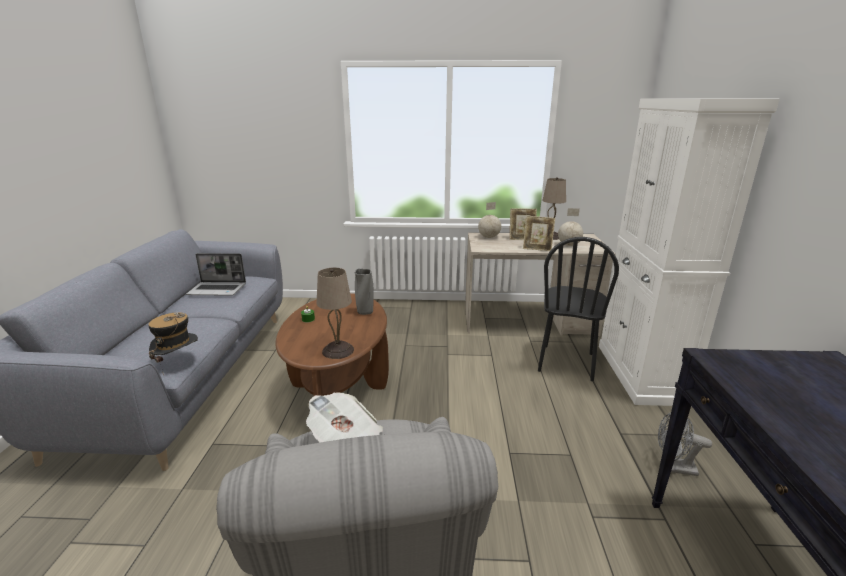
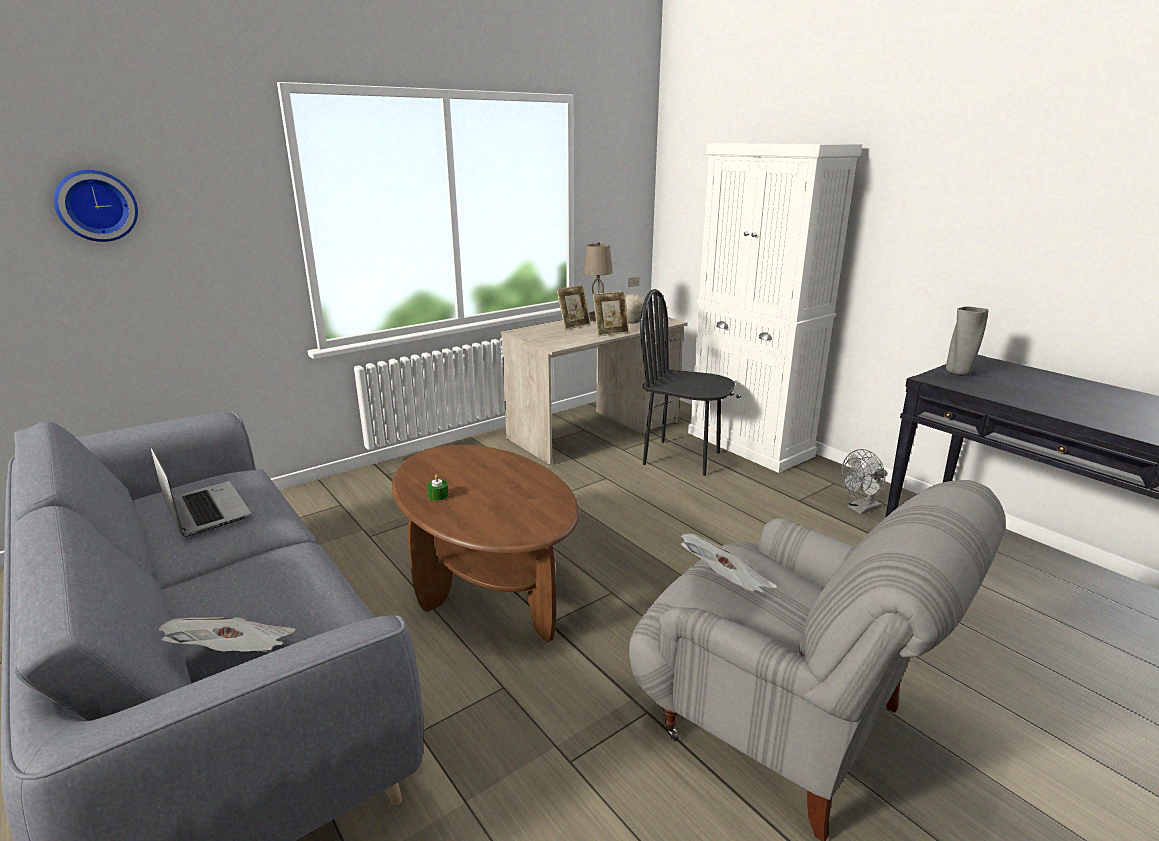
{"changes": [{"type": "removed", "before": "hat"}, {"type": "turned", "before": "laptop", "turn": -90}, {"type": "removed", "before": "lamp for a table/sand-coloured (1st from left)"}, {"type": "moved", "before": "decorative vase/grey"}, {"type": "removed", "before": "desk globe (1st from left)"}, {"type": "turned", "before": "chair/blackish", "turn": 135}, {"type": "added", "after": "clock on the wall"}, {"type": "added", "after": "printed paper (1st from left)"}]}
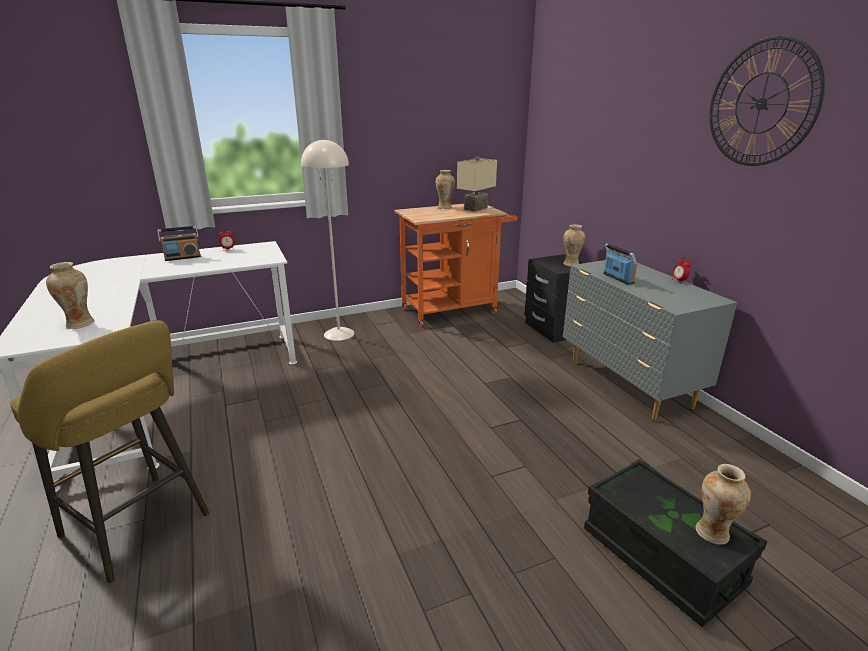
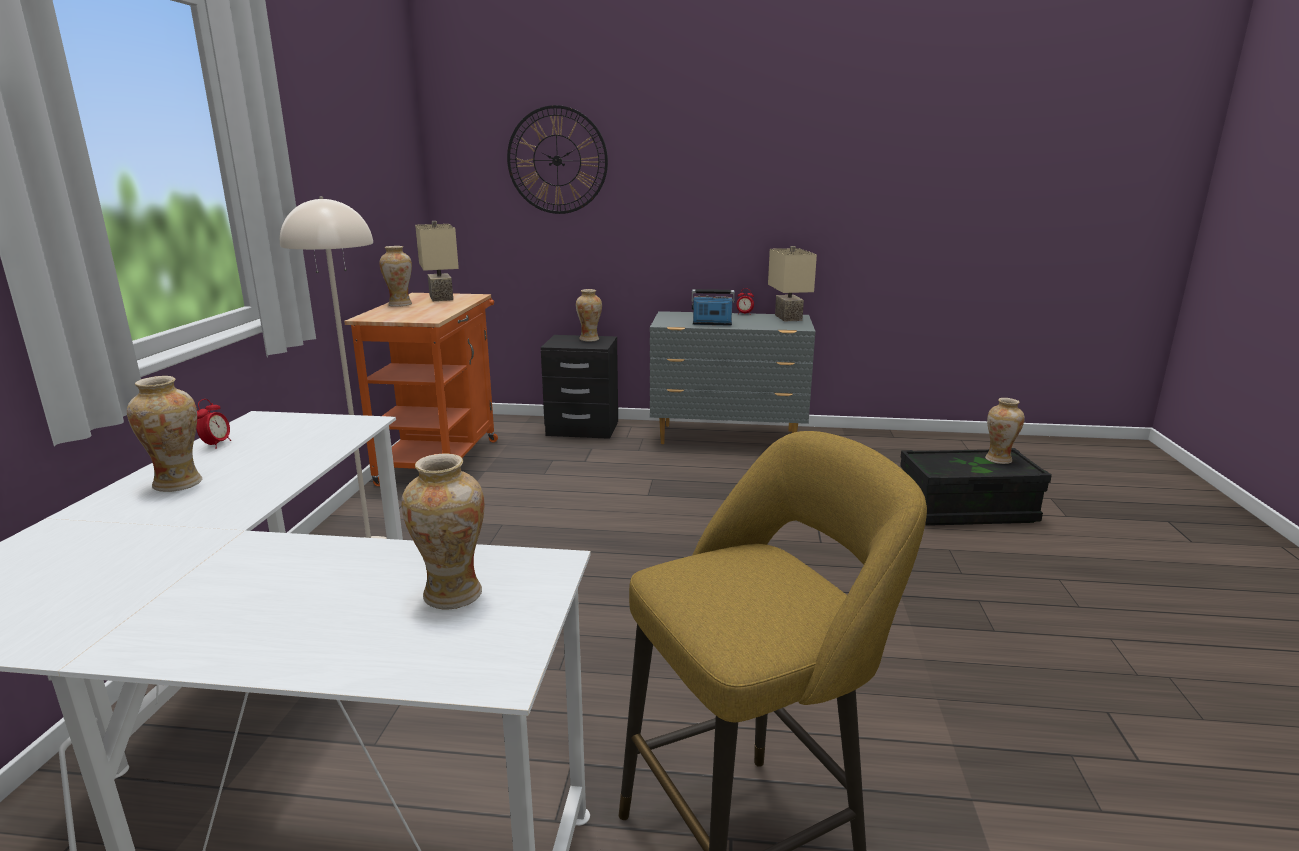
{"changes": [{"type": "replaced", "before": "radio receiver (1st from left)", "after": "decorative vase (1st from left)"}, {"type": "moved", "before": "clock on the wall"}, {"type": "added", "after": "lamp for a table/sand-coloured (2nd from left)"}]}
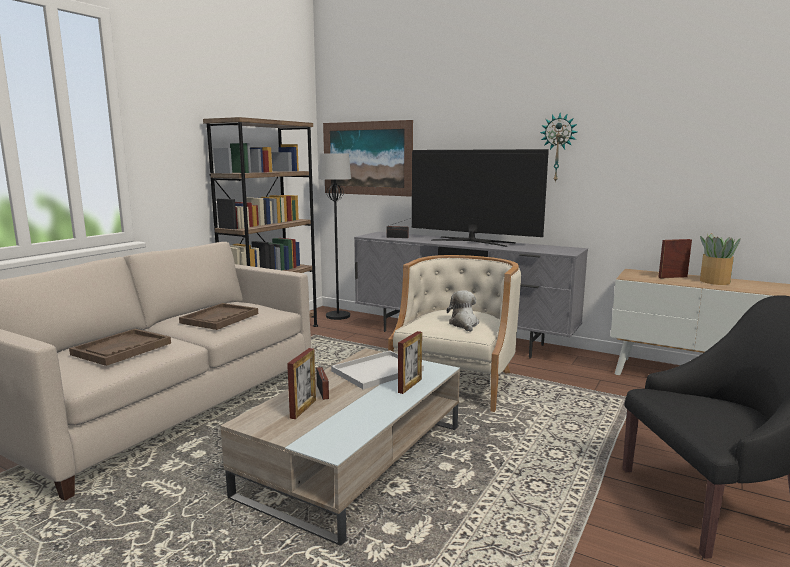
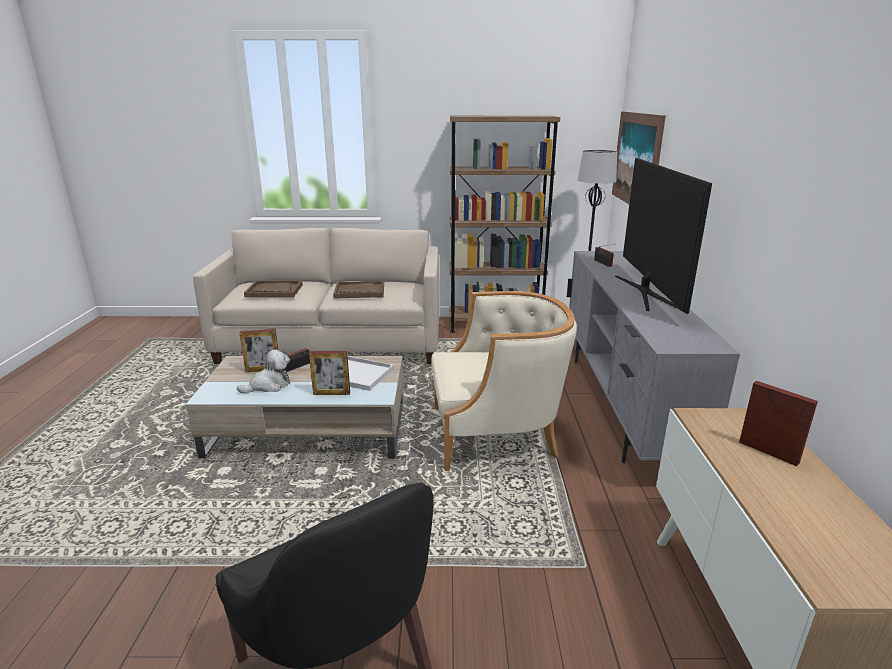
{"changes": [{"type": "moved", "before": "cuddly toy"}, {"type": "removed", "before": "clock on the wall"}, {"type": "removed", "before": "plant in a pot"}]}
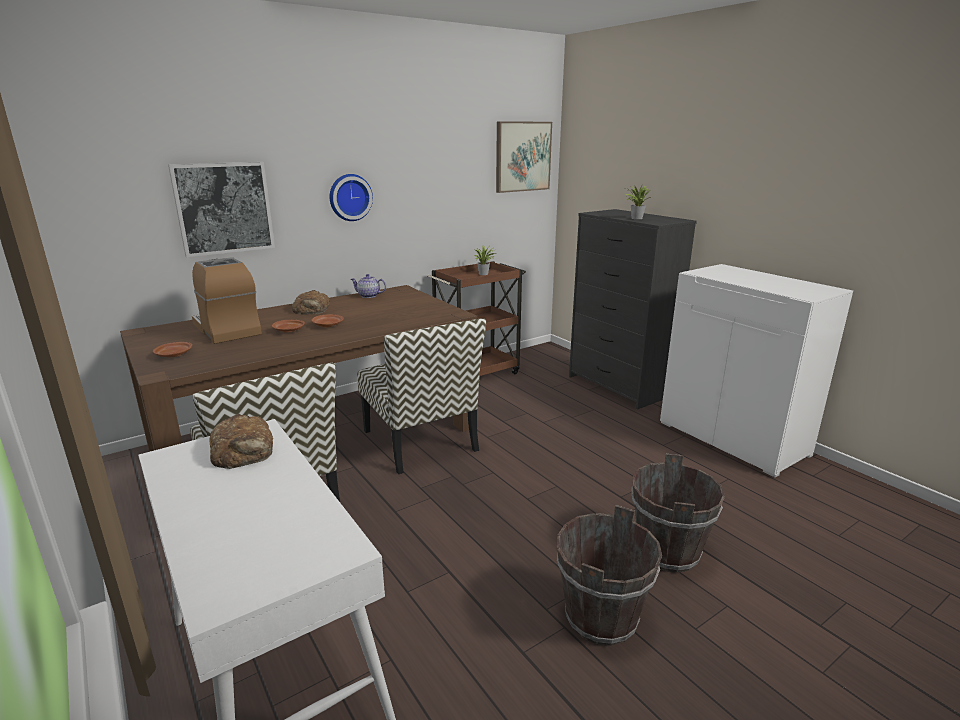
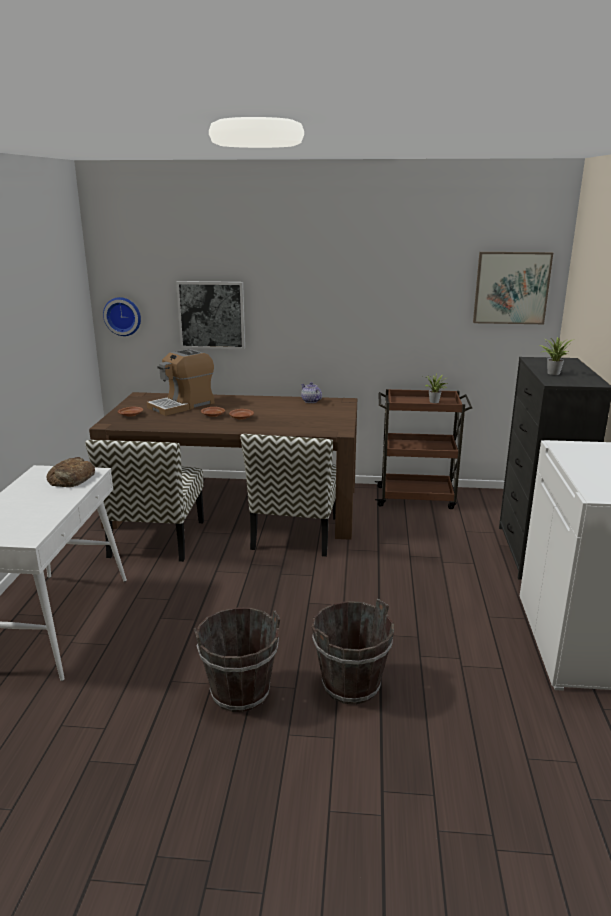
{"changes": [{"type": "turned", "before": "coffee machine", "turn": -135}, {"type": "removed", "before": "bakery bread (2nd from left)"}, {"type": "moved", "before": "clock on the wall"}]}
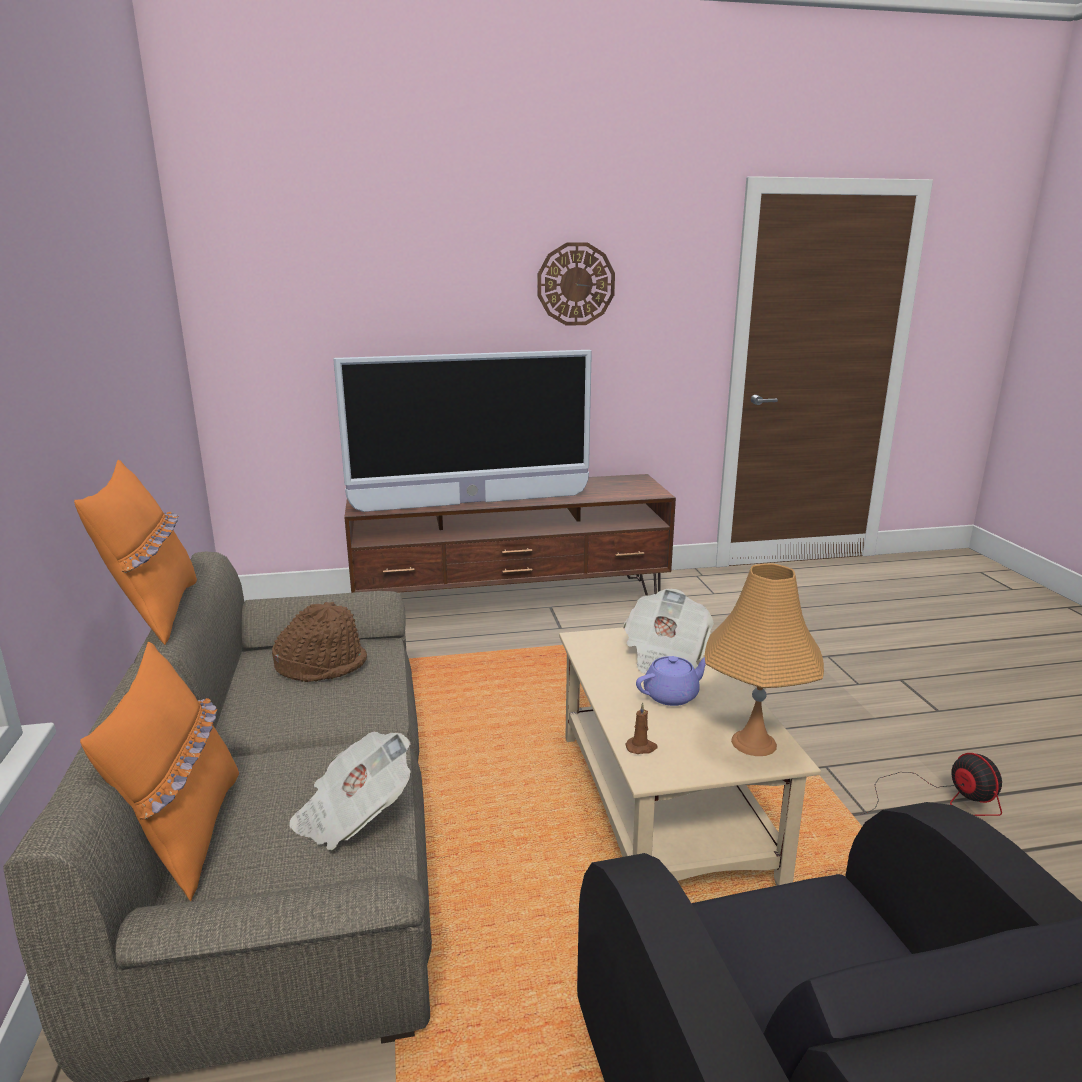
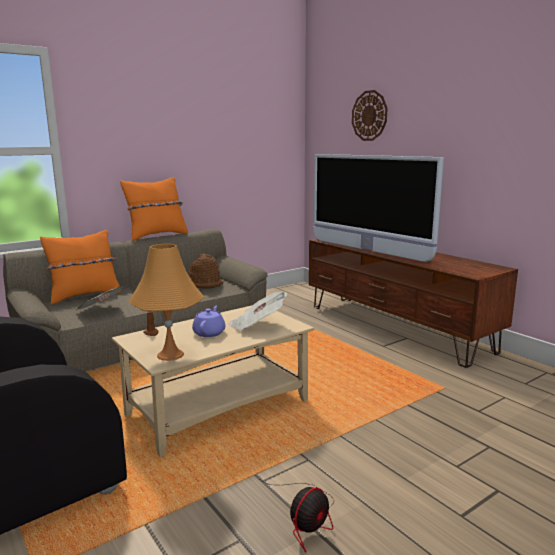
{"changes": [{"type": "moved", "before": "clock on the wall"}, {"type": "turned", "before": "pot for tea/purple-coloured", "turn": -120}]}
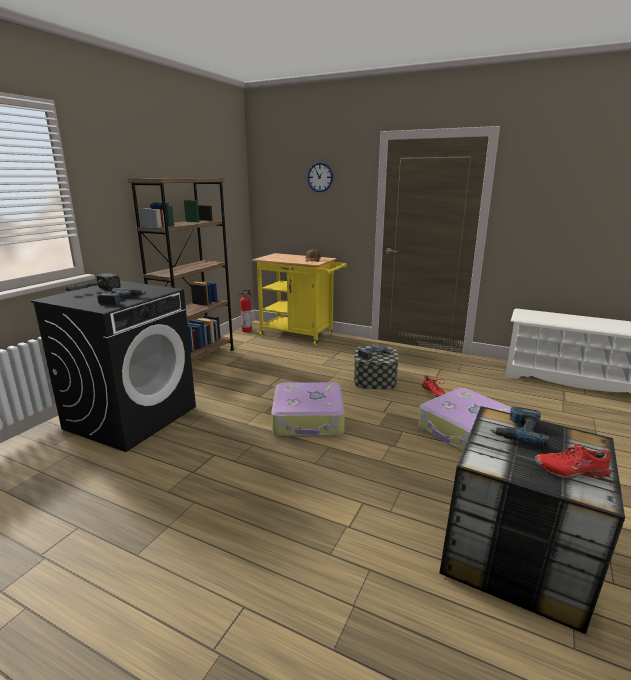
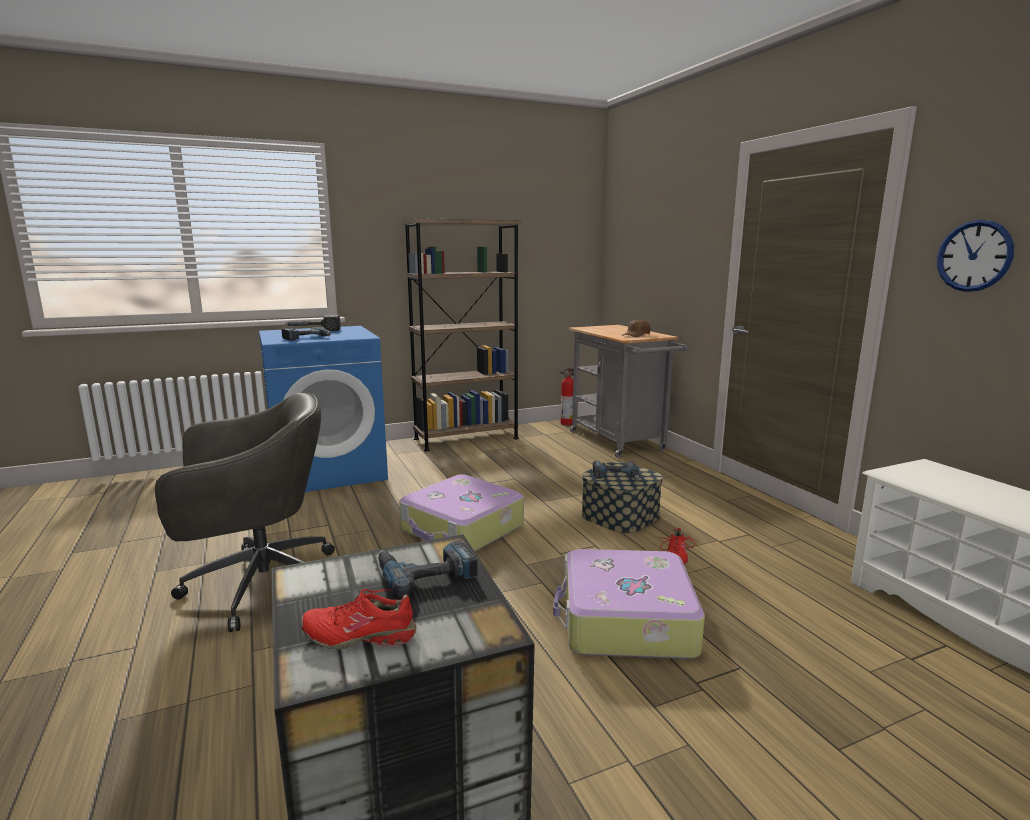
{"changes": [{"type": "recoloured", "before": "laundry machine/blackish", "after": "laundry machine/blue"}, {"type": "recoloured", "before": "cart/yellow", "after": "cart/grey"}, {"type": "moved", "before": "clock on the wall"}, {"type": "turned", "before": "item of footwear/red (2nd from left in the first image)", "turn": -45}, {"type": "added", "after": "office chair/grey"}]}
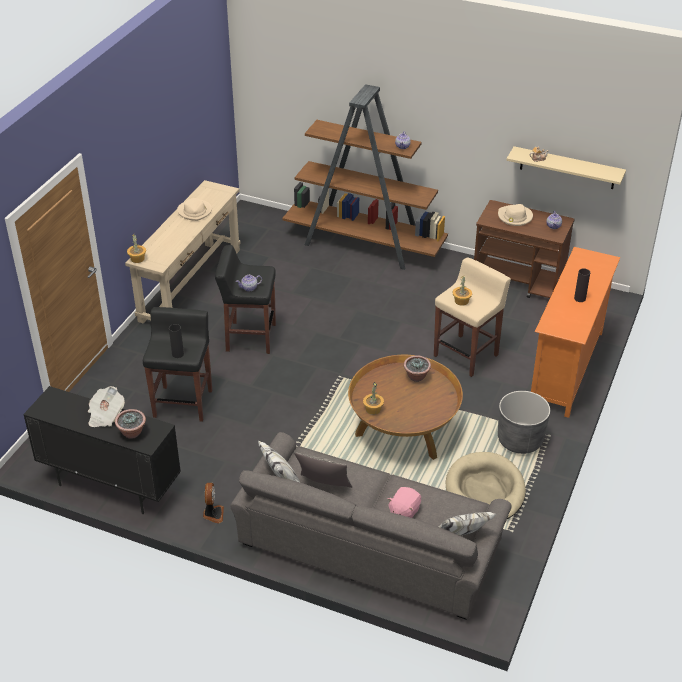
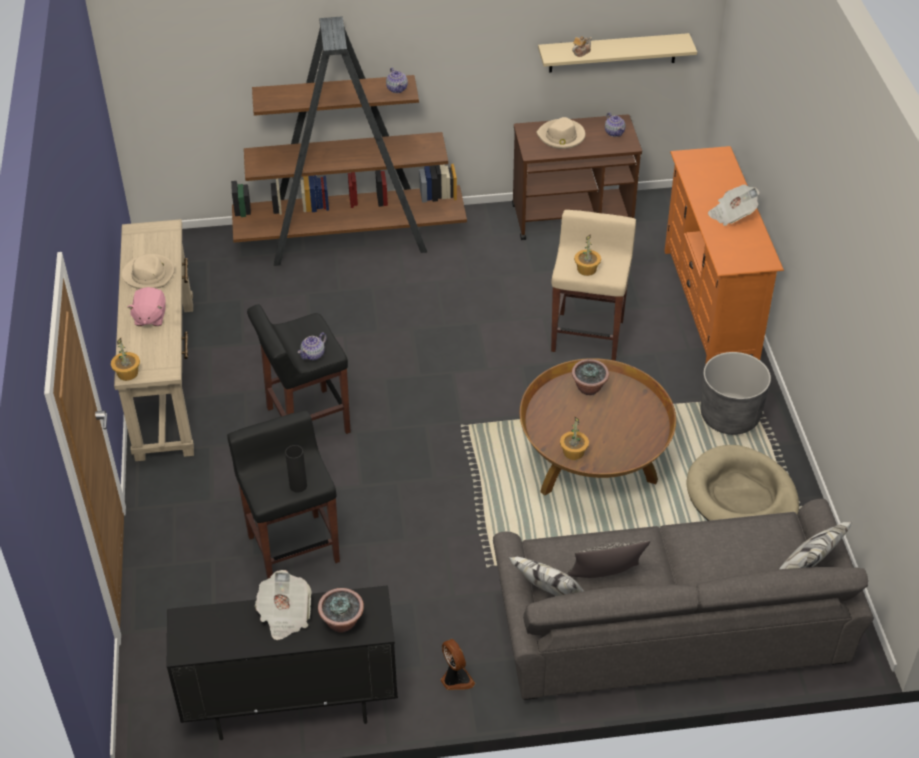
{"changes": [{"type": "moved", "before": "cuddly toy/pink-coloured"}, {"type": "replaced", "before": "decorative vase/blackish (2nd from left)", "after": "printed paper (2nd from left)"}]}
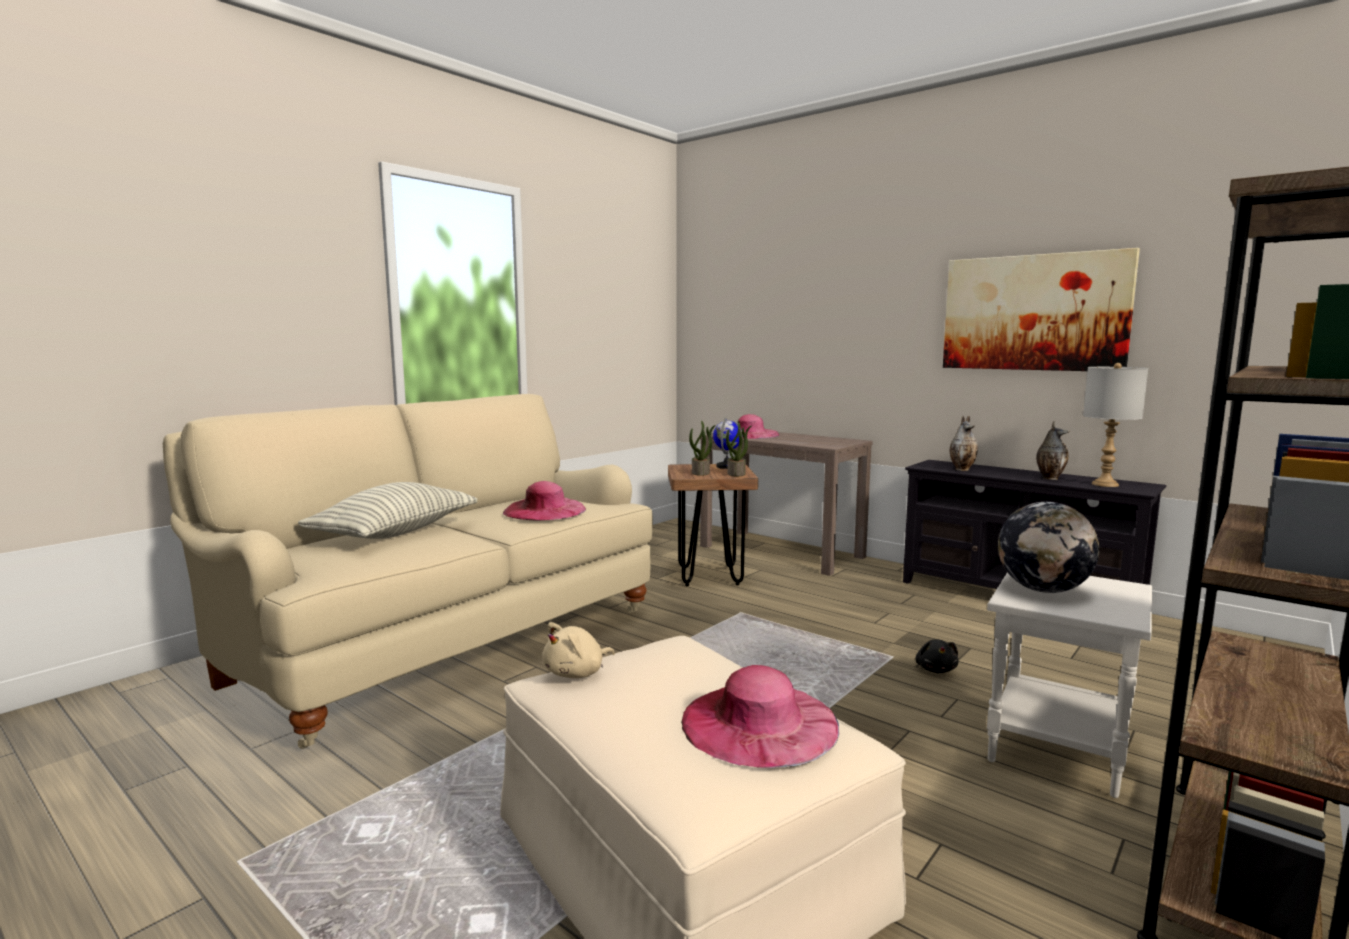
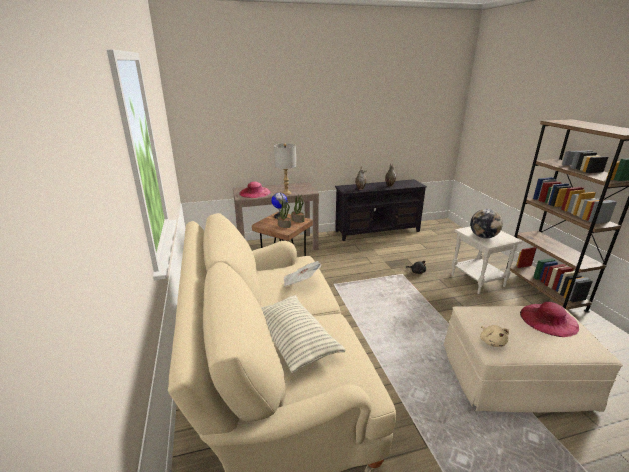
{"changes": [{"type": "replaced", "before": "hat/pink-coloured (1st from left)", "after": "printed paper"}, {"type": "removed", "before": "wall picture"}, {"type": "moved", "before": "lamp for a table/grey"}]}
